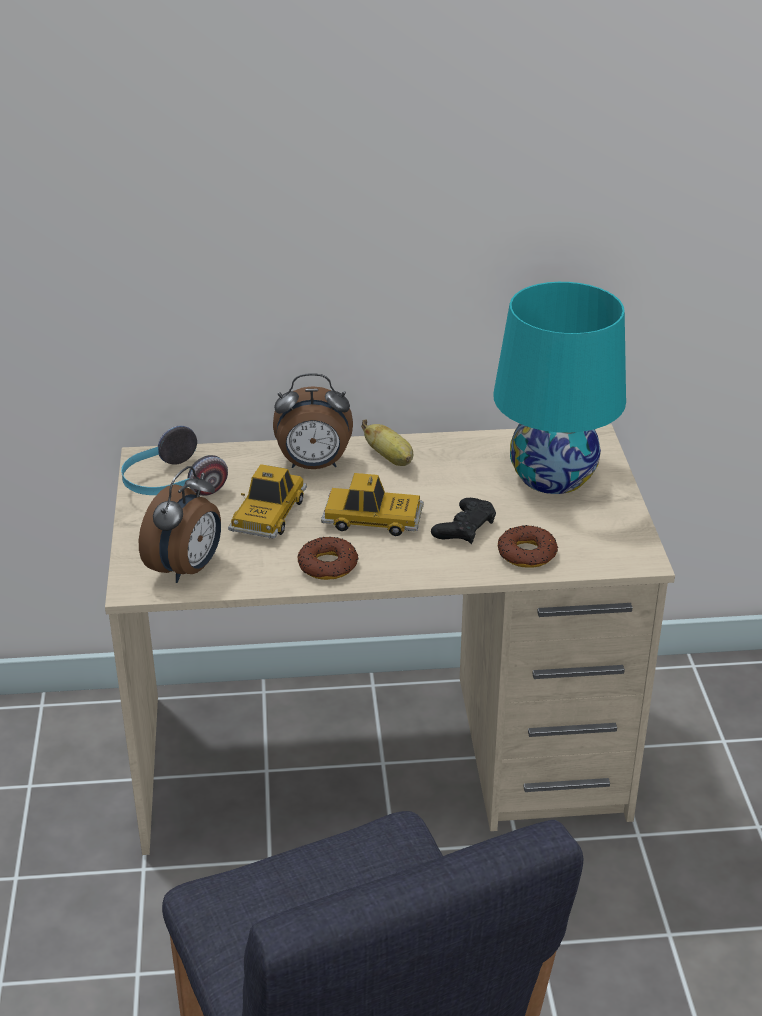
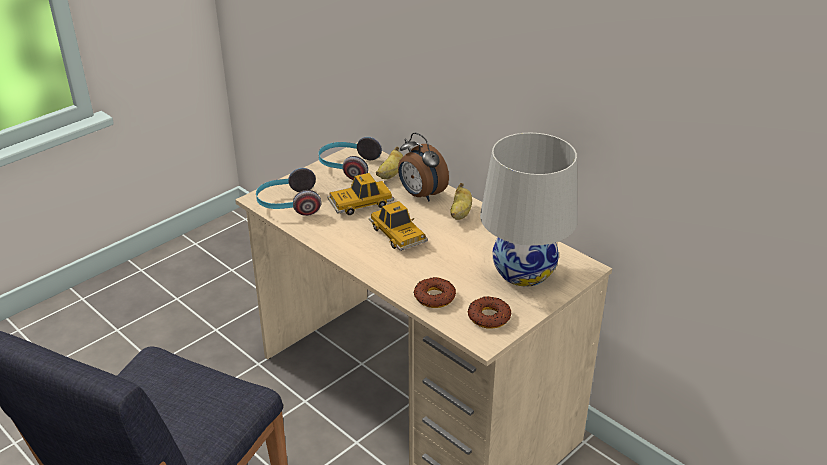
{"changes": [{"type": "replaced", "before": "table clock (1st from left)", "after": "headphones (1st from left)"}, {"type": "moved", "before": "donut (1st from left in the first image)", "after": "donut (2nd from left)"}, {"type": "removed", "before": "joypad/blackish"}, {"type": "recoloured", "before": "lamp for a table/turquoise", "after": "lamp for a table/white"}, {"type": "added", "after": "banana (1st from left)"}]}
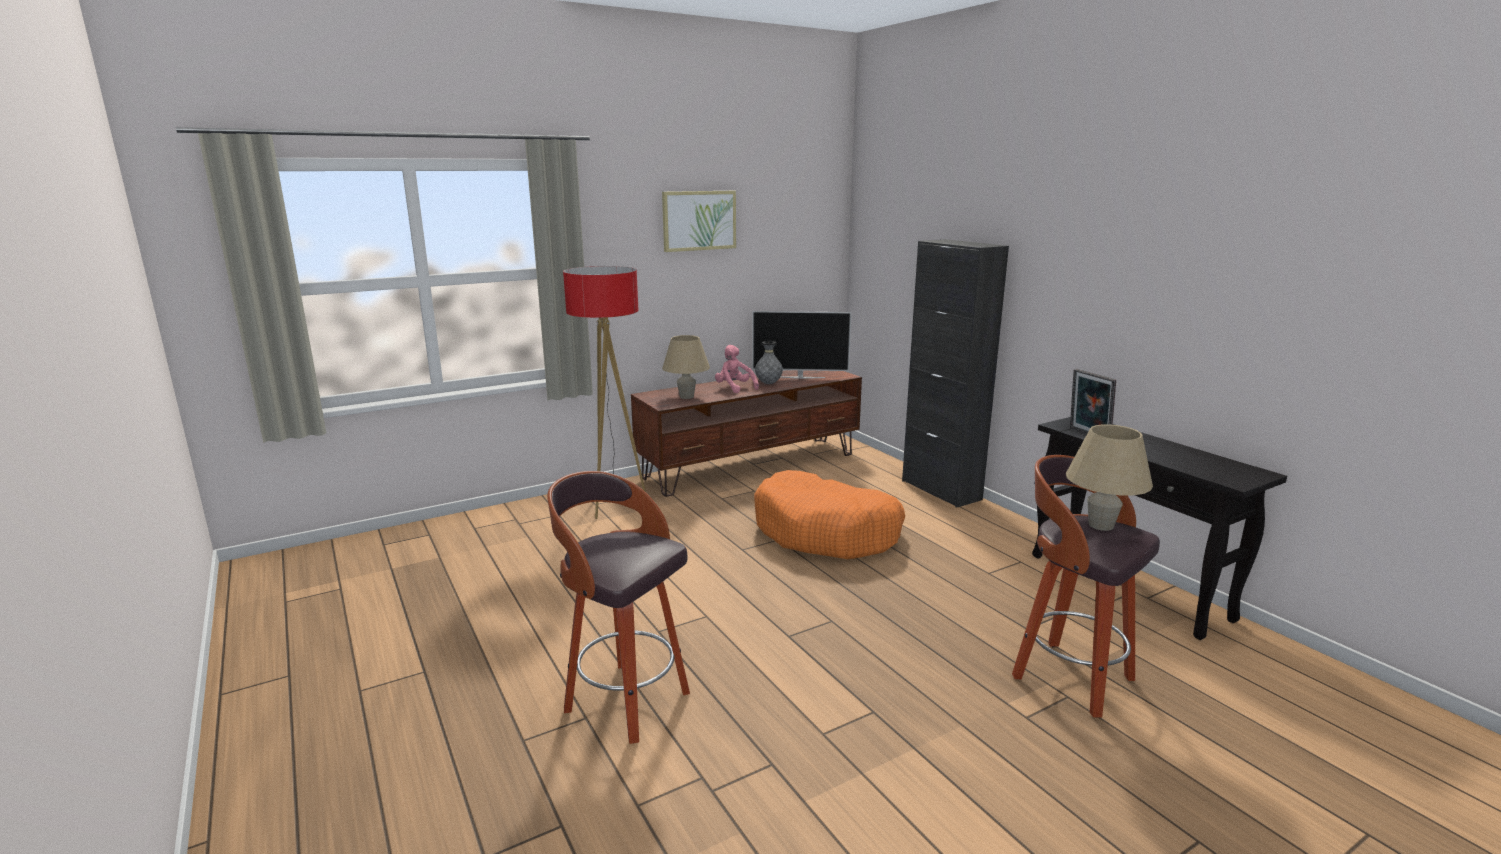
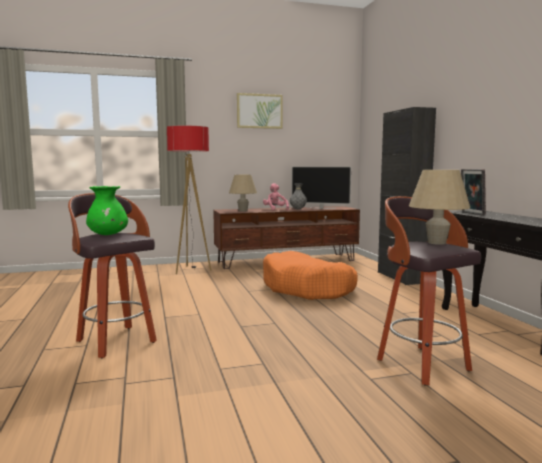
{"changes": [{"type": "added", "after": "decorative vase/green-coloured"}]}
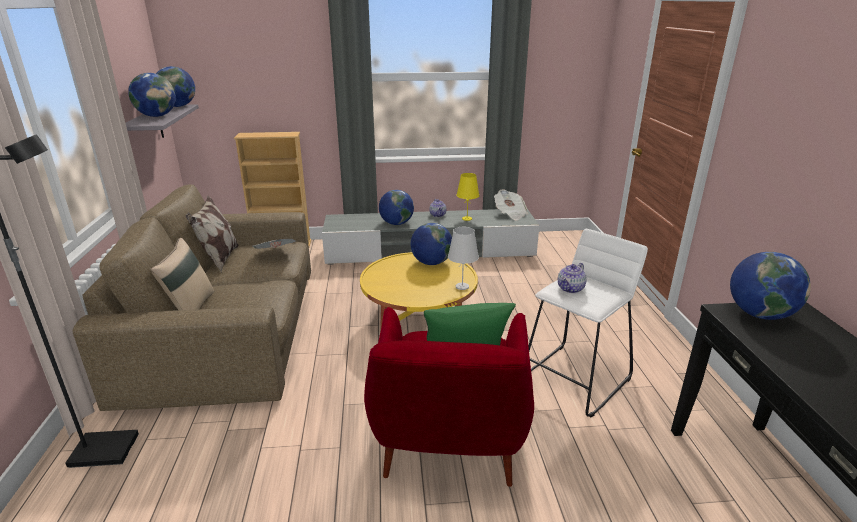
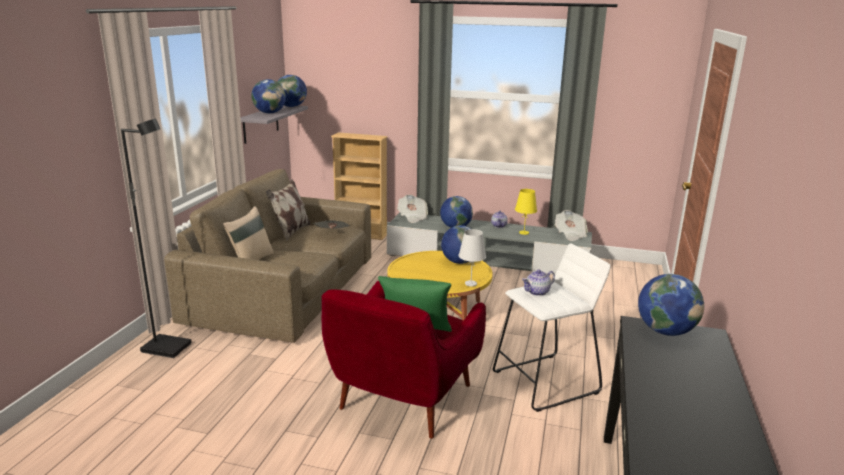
{"changes": [{"type": "added", "after": "printed paper (2nd from left)"}]}
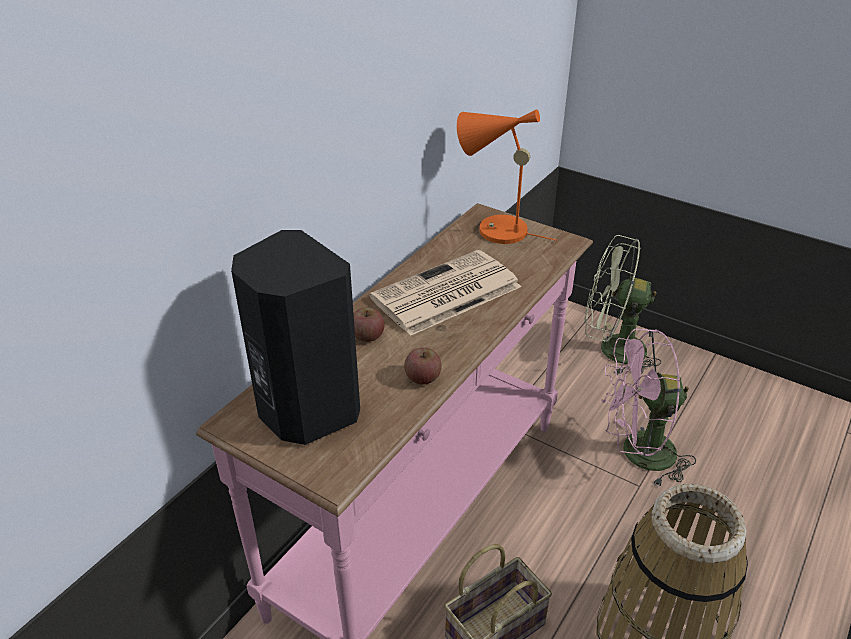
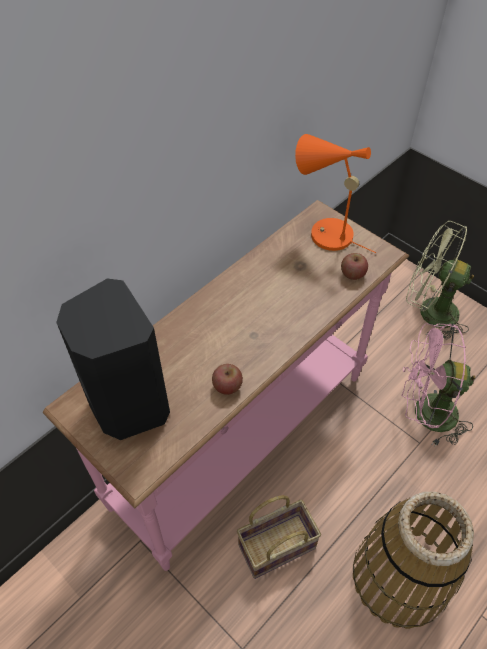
{"changes": [{"type": "moved", "before": "apple fruit (1st from left in the first image)", "after": "apple fruit (2nd from left)"}, {"type": "removed", "before": "printed paper"}]}
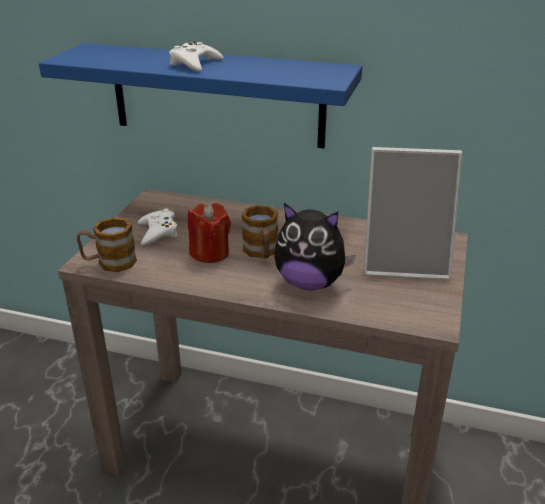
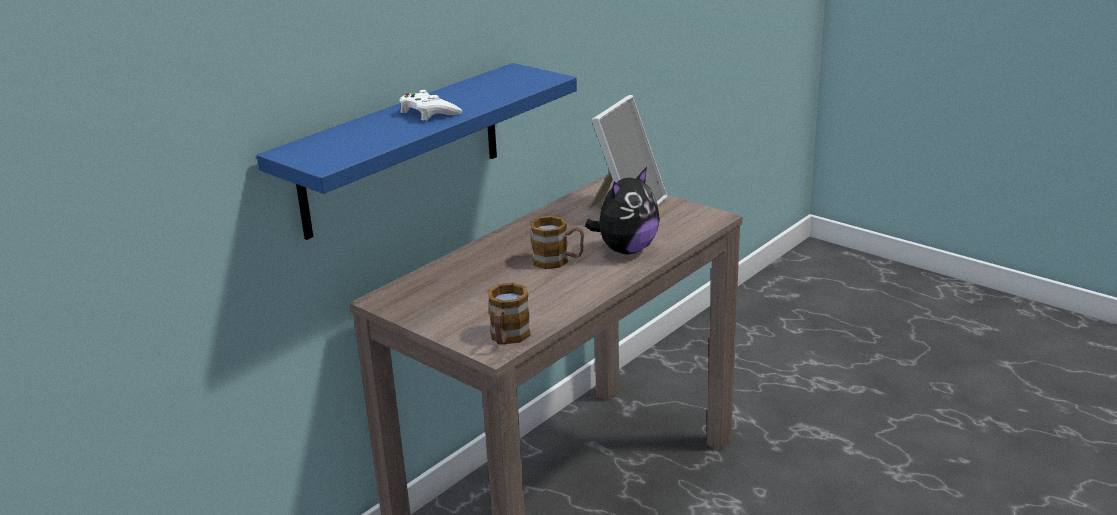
{"changes": [{"type": "removed", "before": "joypad/white (1st from left)"}, {"type": "removed", "before": "wax light/red"}]}
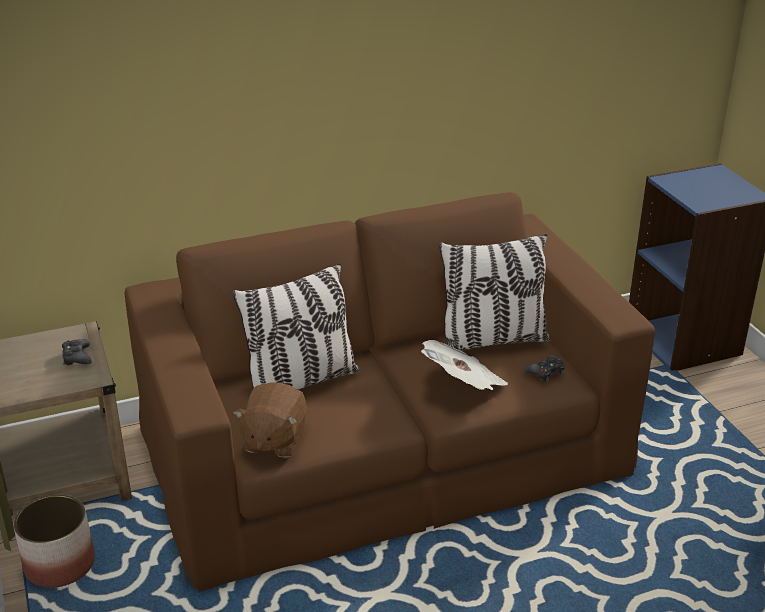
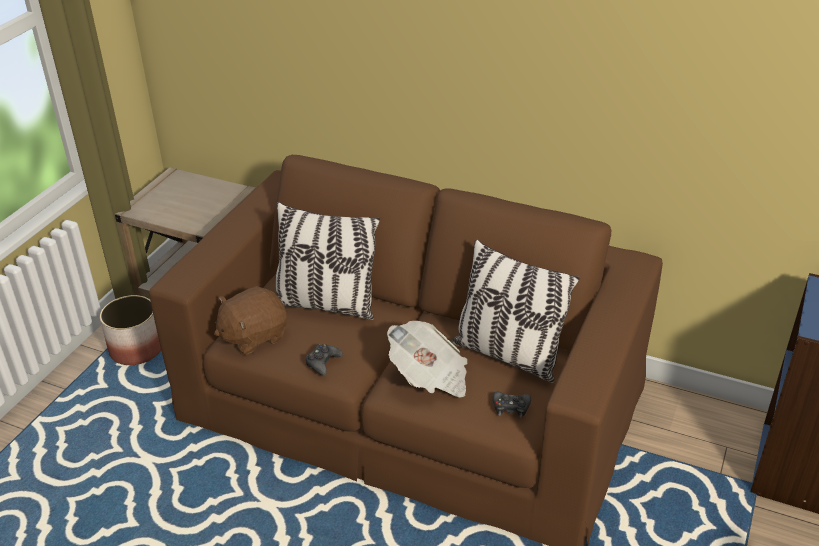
{"changes": [{"type": "moved", "before": "joypad/blackish (1st from left)"}]}
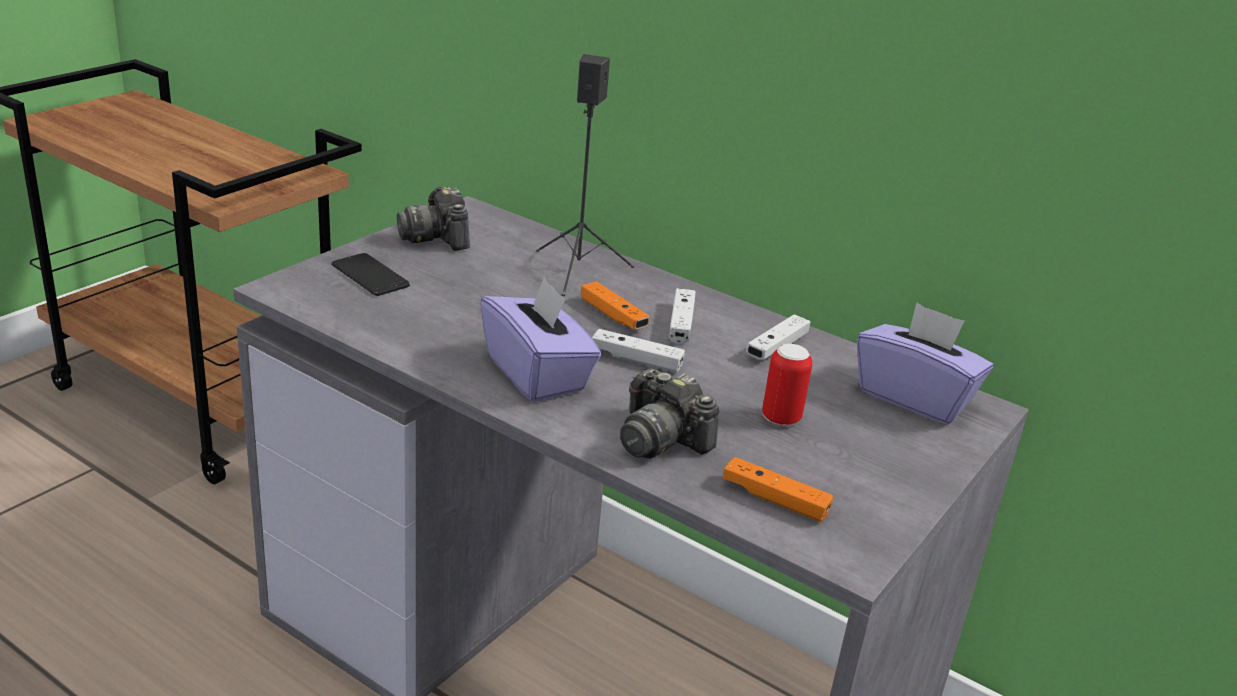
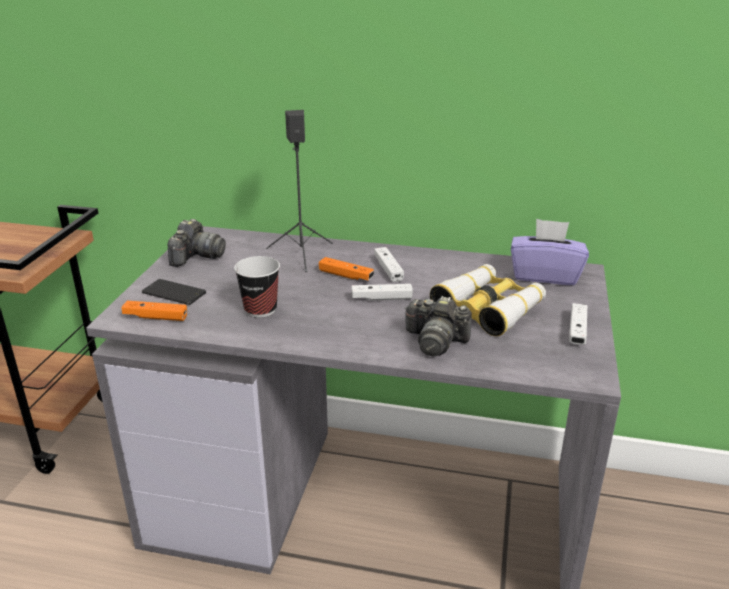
{"changes": [{"type": "turned", "before": "photo camera (1st from left)", "turn": -120}, {"type": "removed", "before": "tissue box/purple-coloured (1st from left)"}, {"type": "moved", "before": "joypad/orange (2nd from left in the first image)", "after": "joypad/orange (1st from left)"}, {"type": "moved", "before": "joypad/white (3rd from left)"}, {"type": "replaced", "before": "metal can", "after": "field glasses"}, {"type": "added", "after": "drinking cup"}]}
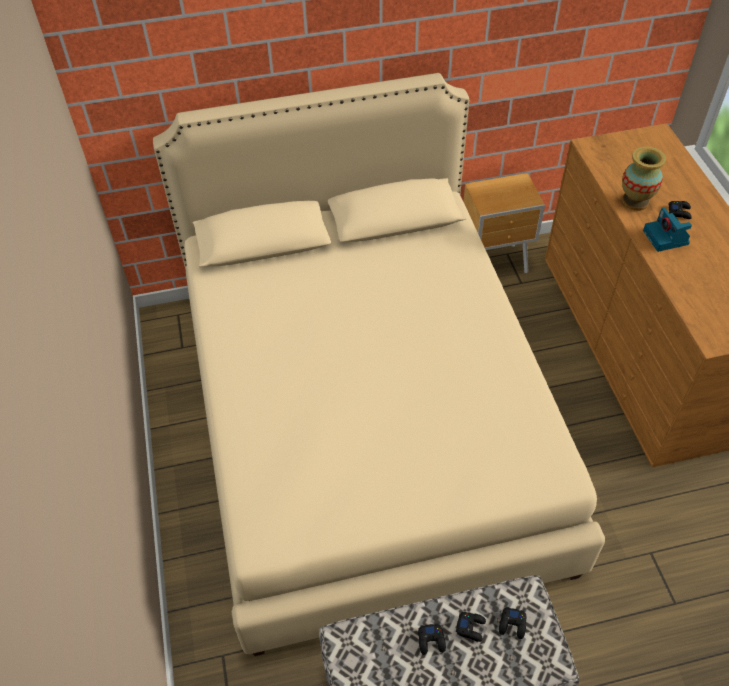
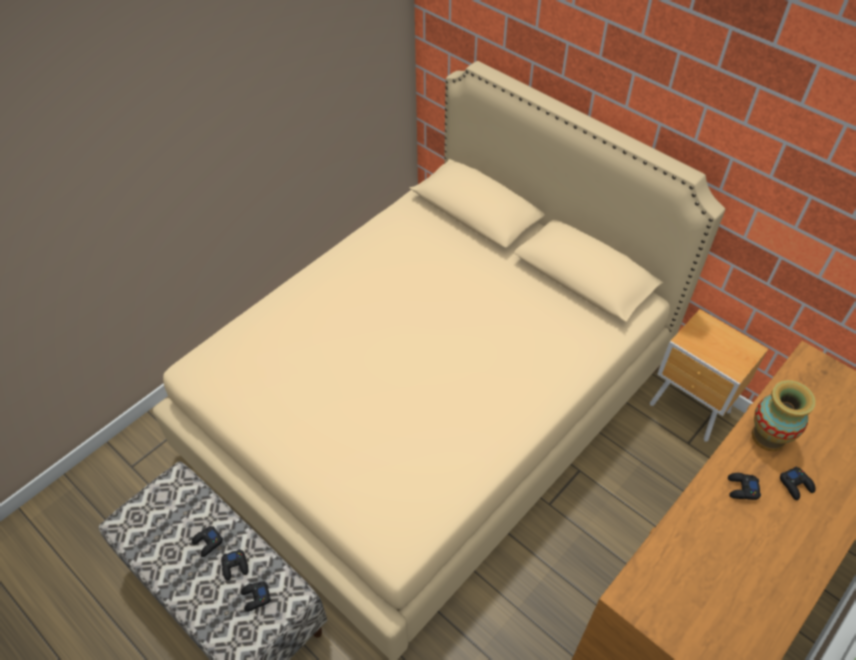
{"changes": [{"type": "replaced", "before": "photo camera", "after": "joypad/blackish (4th from left)"}]}
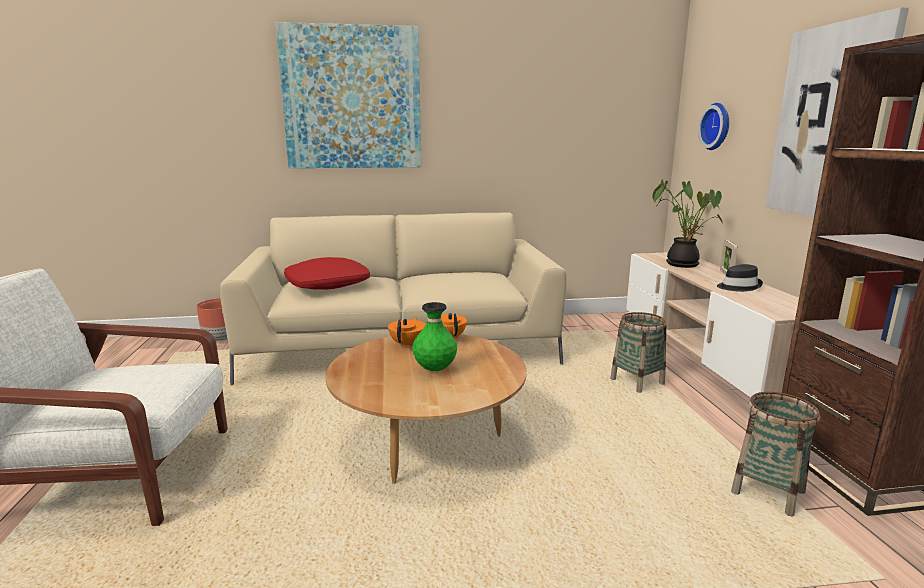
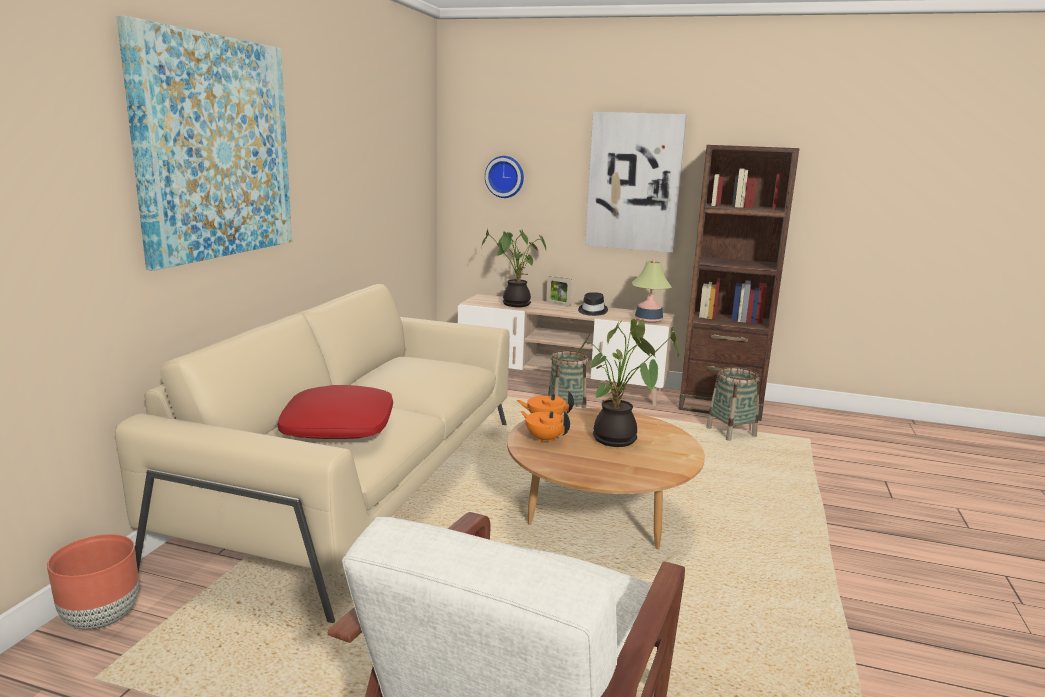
{"changes": [{"type": "replaced", "before": "decorative vase/green-coloured", "after": "plant in a pot (2nd from left)"}, {"type": "added", "after": "lamp for a table"}]}
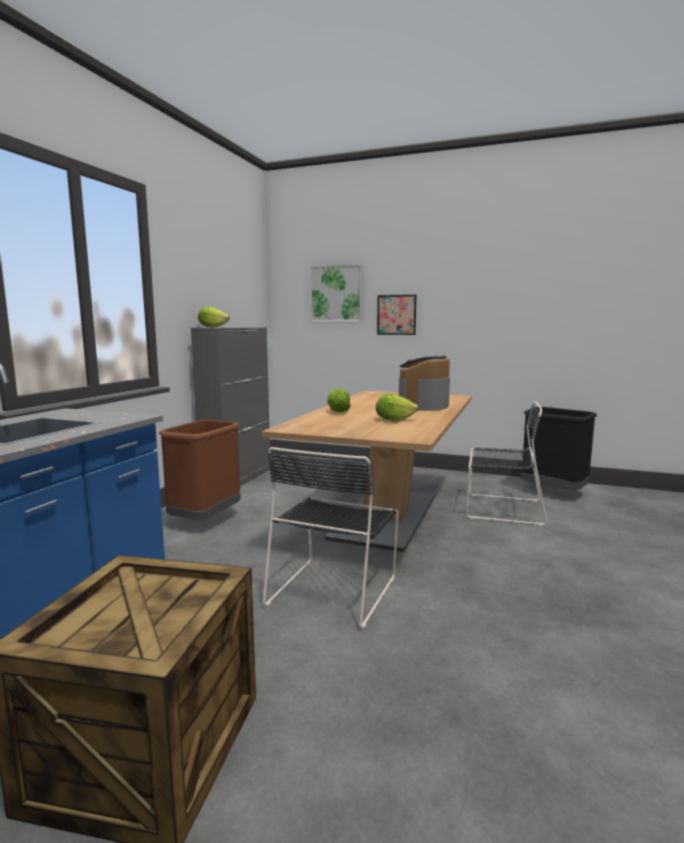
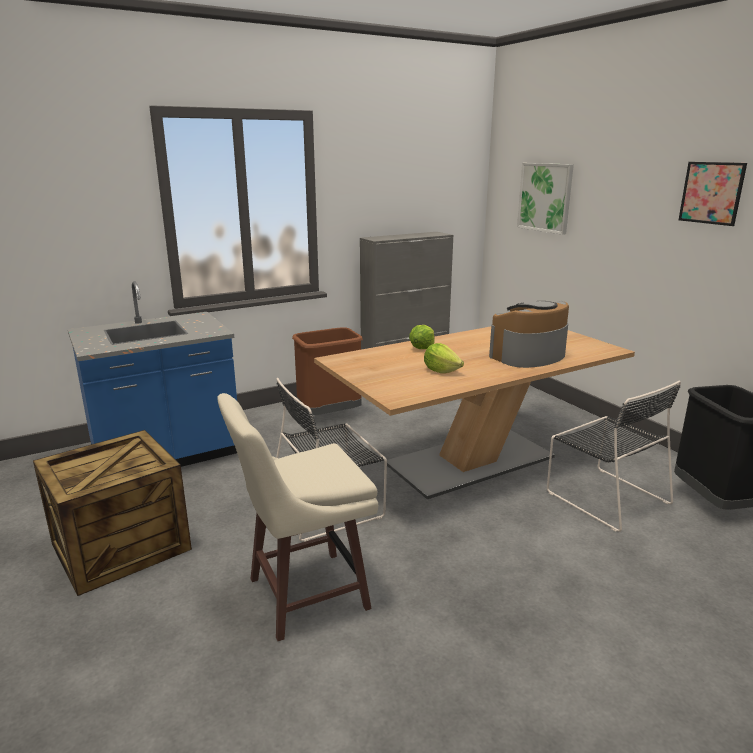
{"changes": [{"type": "removed", "before": "head of lettuce (1st from left)"}, {"type": "moved", "before": "wall picture (2nd from left)"}, {"type": "added", "after": "stool/sand-coloured"}]}
